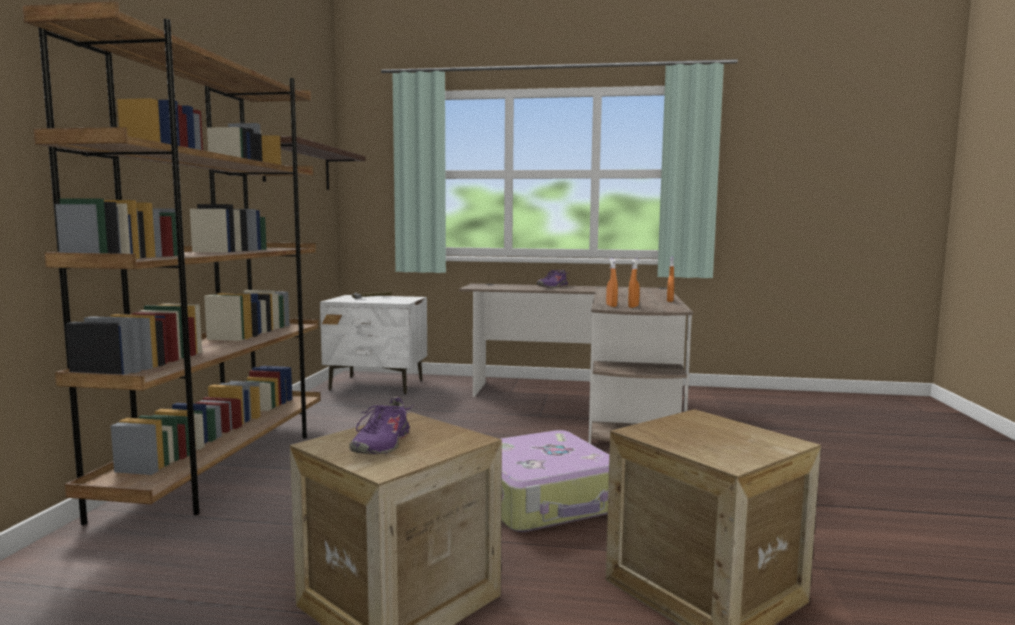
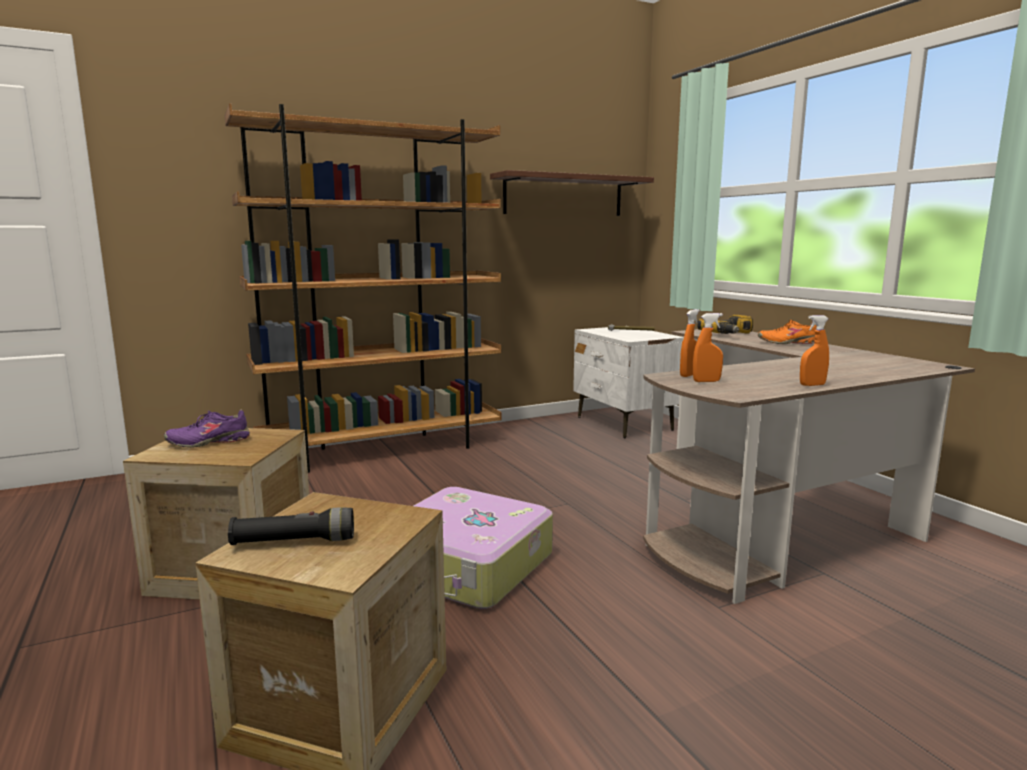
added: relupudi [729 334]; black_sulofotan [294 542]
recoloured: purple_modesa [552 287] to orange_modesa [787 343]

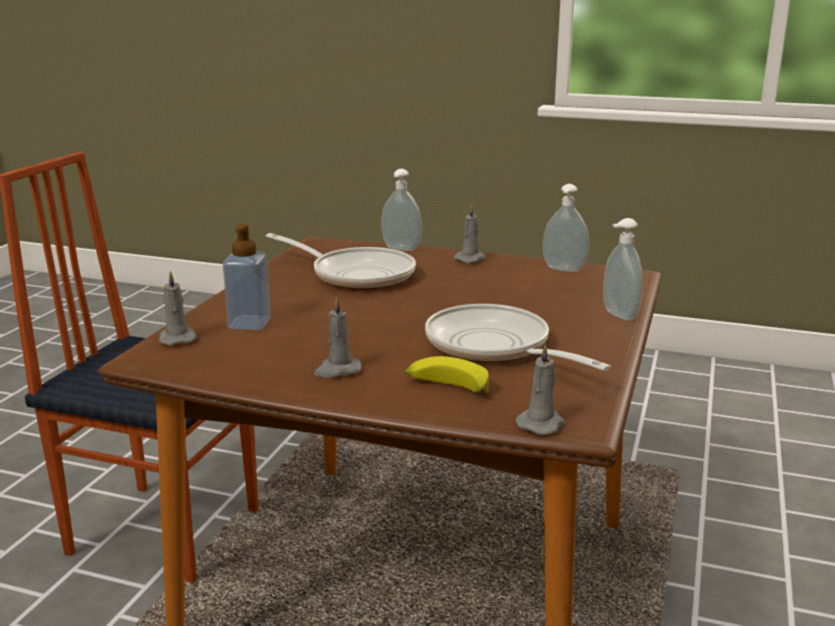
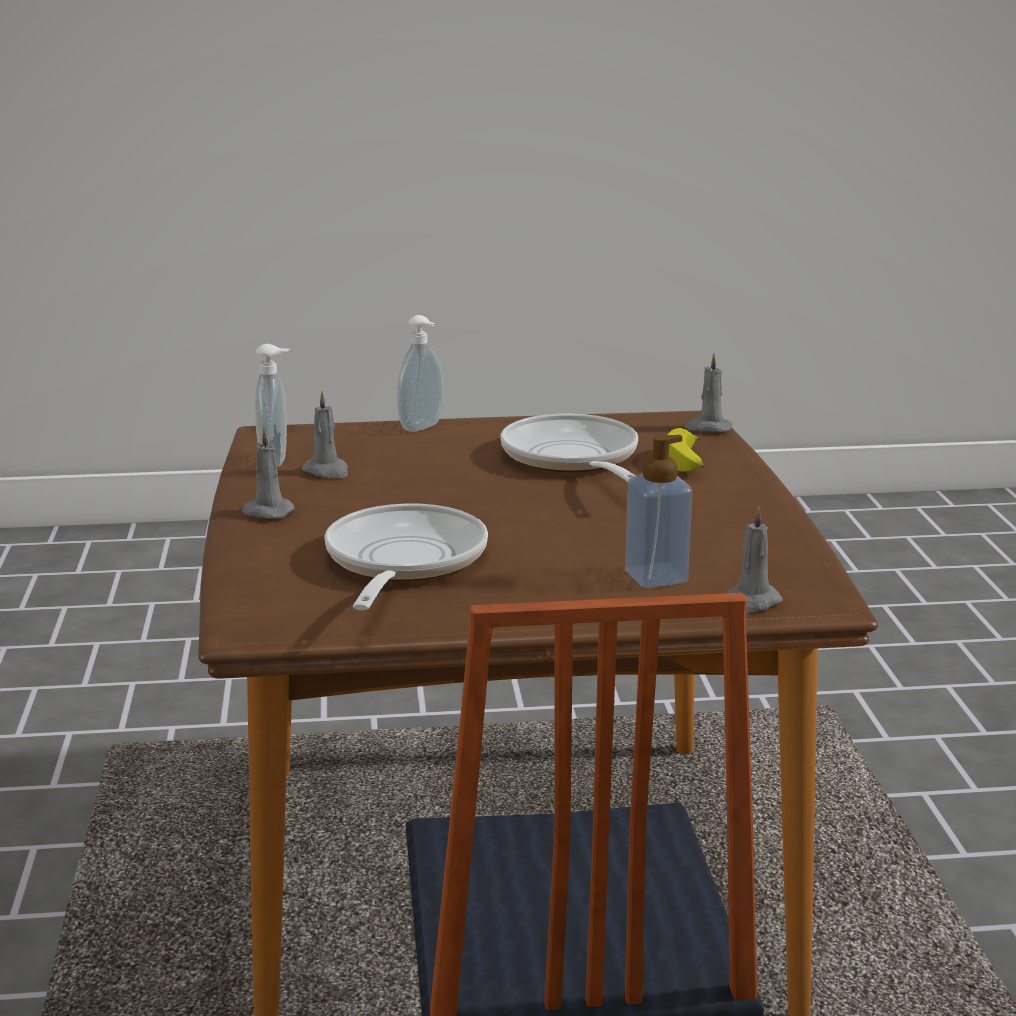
removed: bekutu [400 249]
moved: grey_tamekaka [337 370] to [327 471]
turned: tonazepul [494 347] = [573 460] 135 degrees clockwise

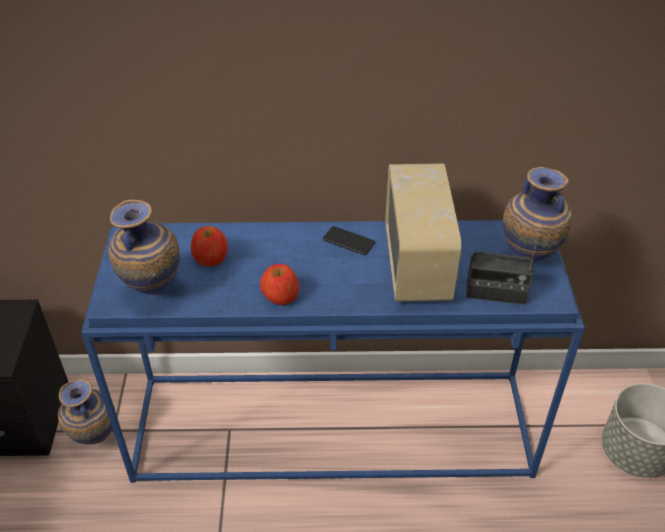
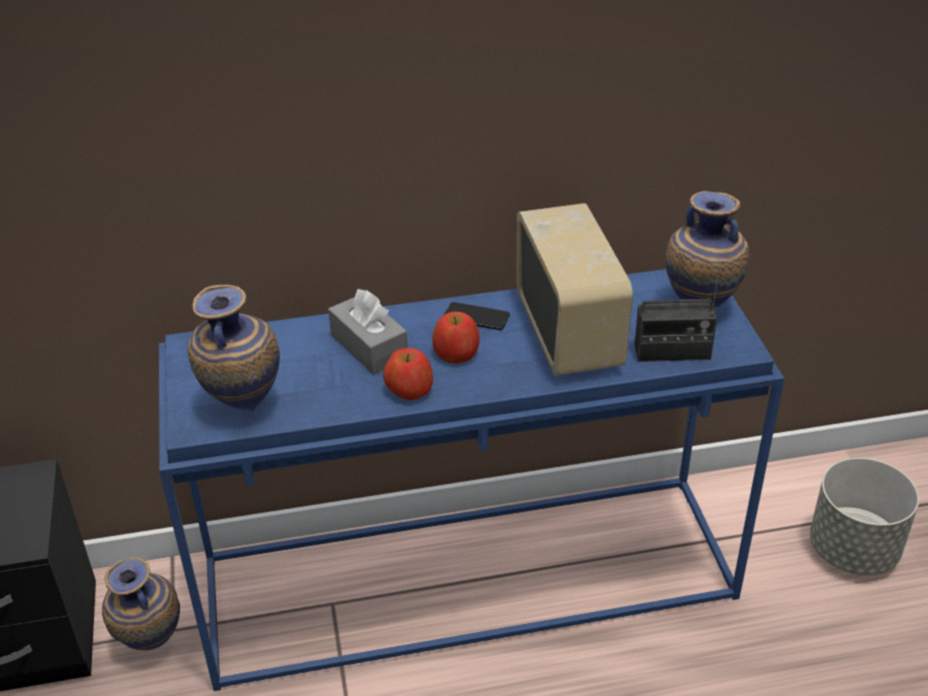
added: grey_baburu [369 346]
moved: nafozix [210 257] to [456 353]

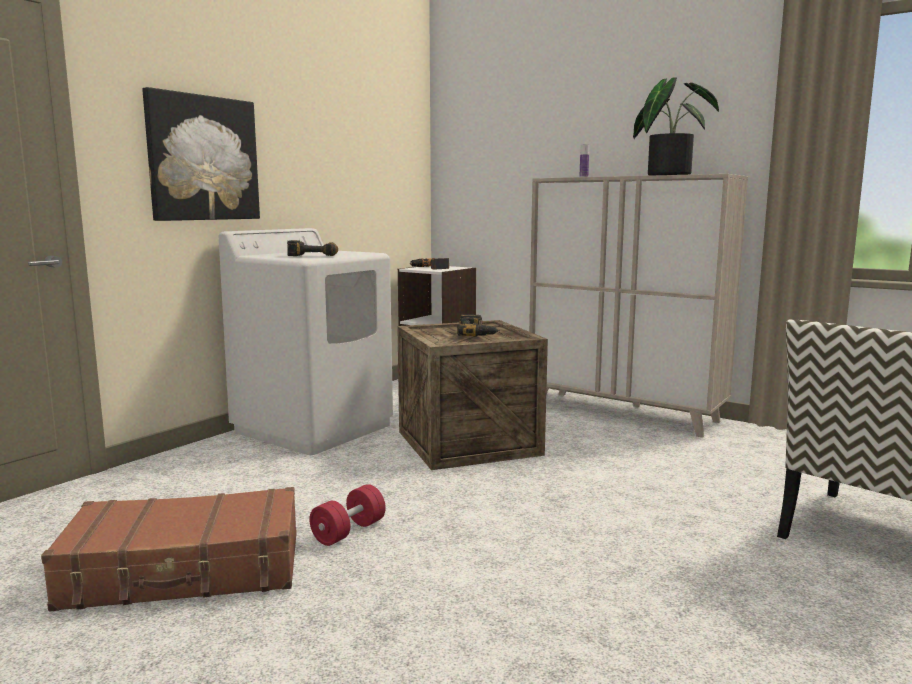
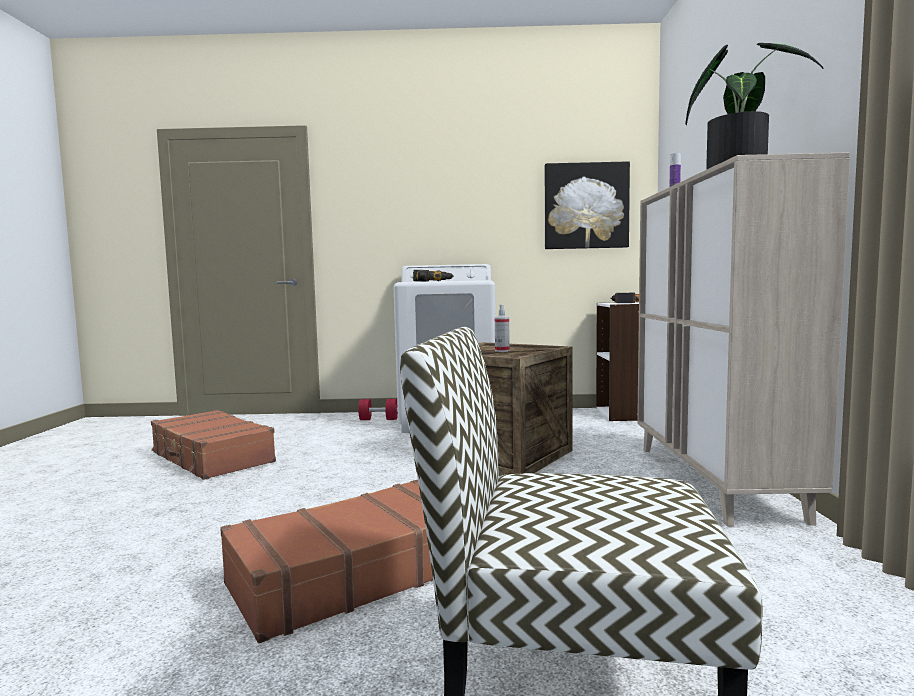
added: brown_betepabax [352 574]
moved: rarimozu [203 158] to [586 206]; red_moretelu [348 532] to [378 419]
replaced: relupudi [477 333] to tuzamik [502 351]

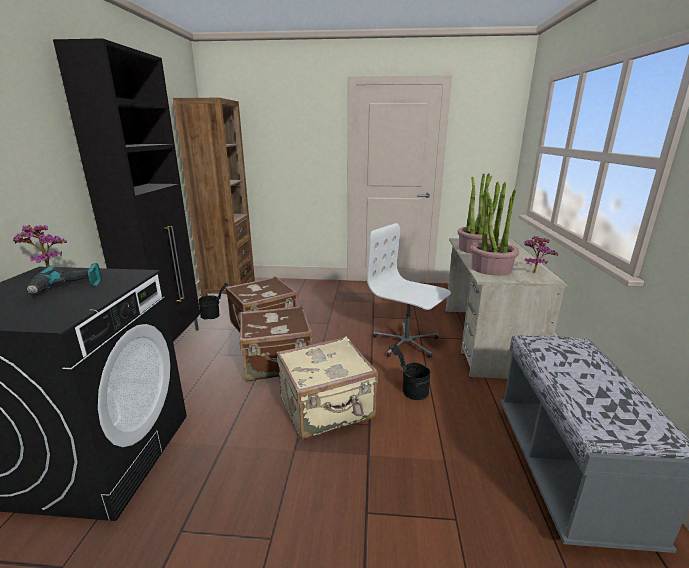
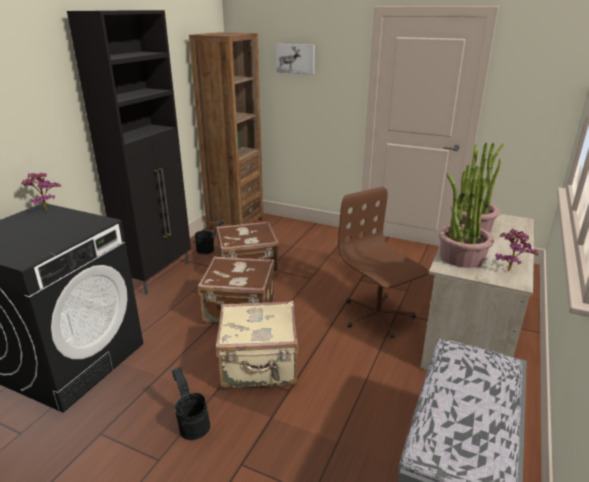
removed: relupudi [67 288]
added: rarimozu [296 58]
moved: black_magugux [410 390] to [192 424]
recoloured: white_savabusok [406 343] to brown_savabusok [377 316]

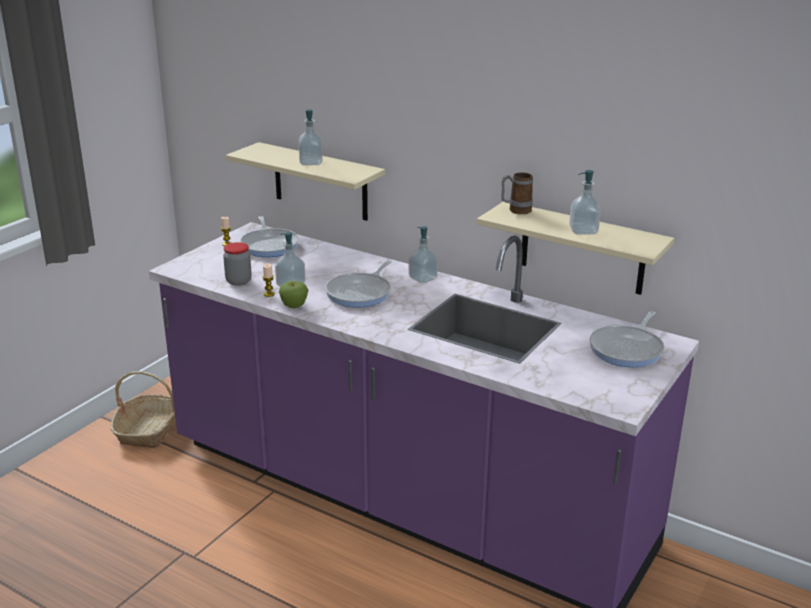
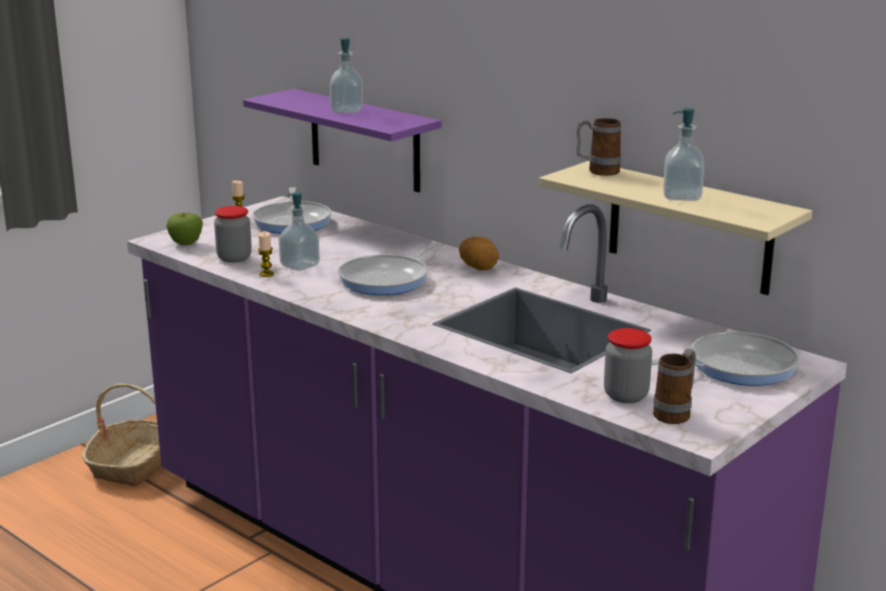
added: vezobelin [626 395]; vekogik [675 413]
moved: nafozix [294 306] to [186 244]
replaced: bekutu [422 278] to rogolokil [479 268]
recoloured: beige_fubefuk [320 182] to purple_fubefuk [364 140]
turned: tonazepul [628 349] = [735 366] 150 degrees counterclockwise

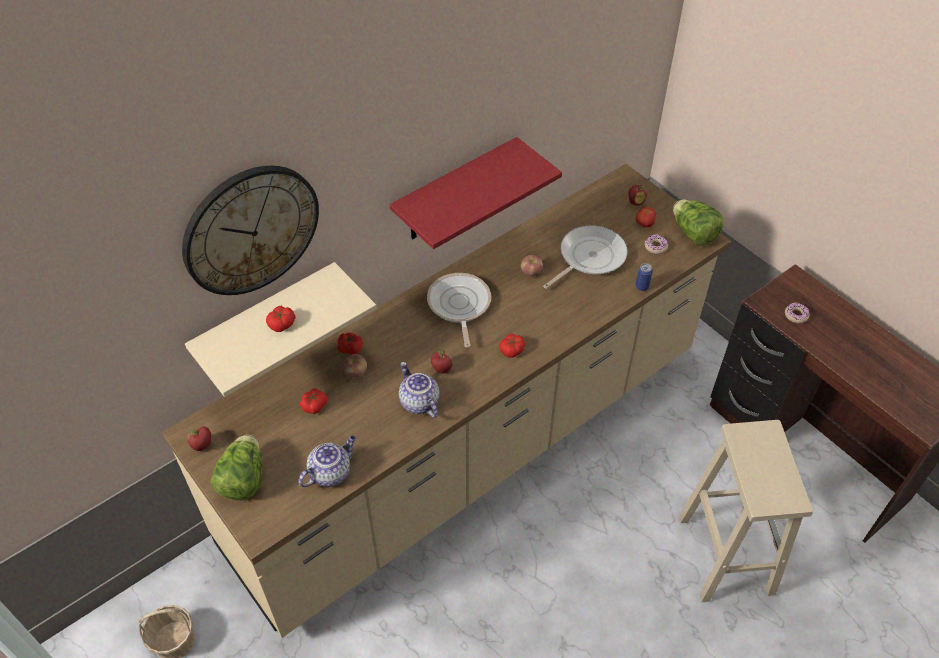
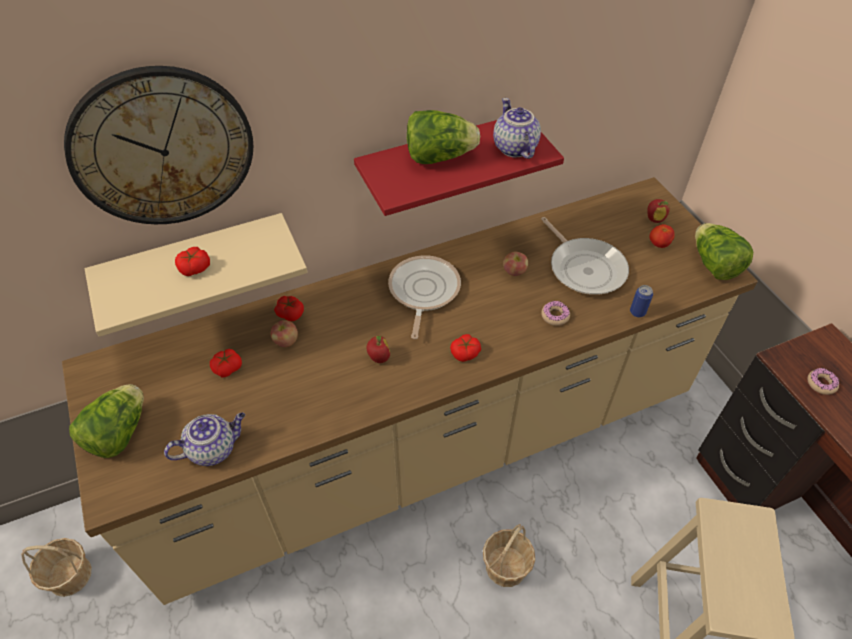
removed: nafozix [202 446]
added: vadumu [439 157]; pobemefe [506 566]
moved: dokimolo [655 247] to [555 316]; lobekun [418 402] to [513 148]
turned: tonazepul [589 257] = [584 268] 90 degrees clockwise

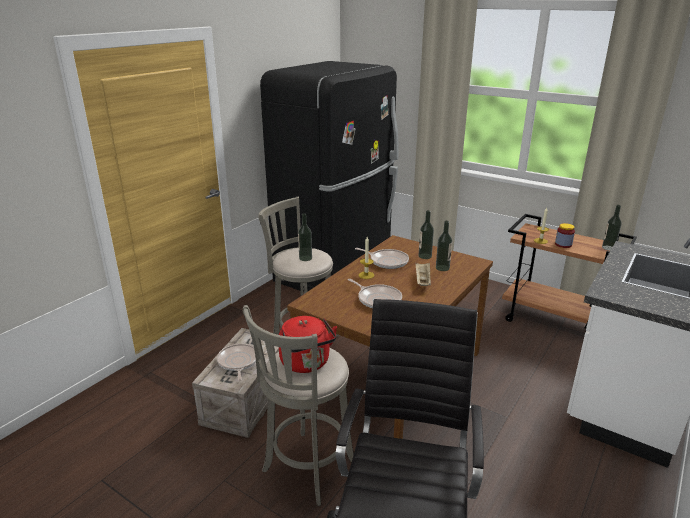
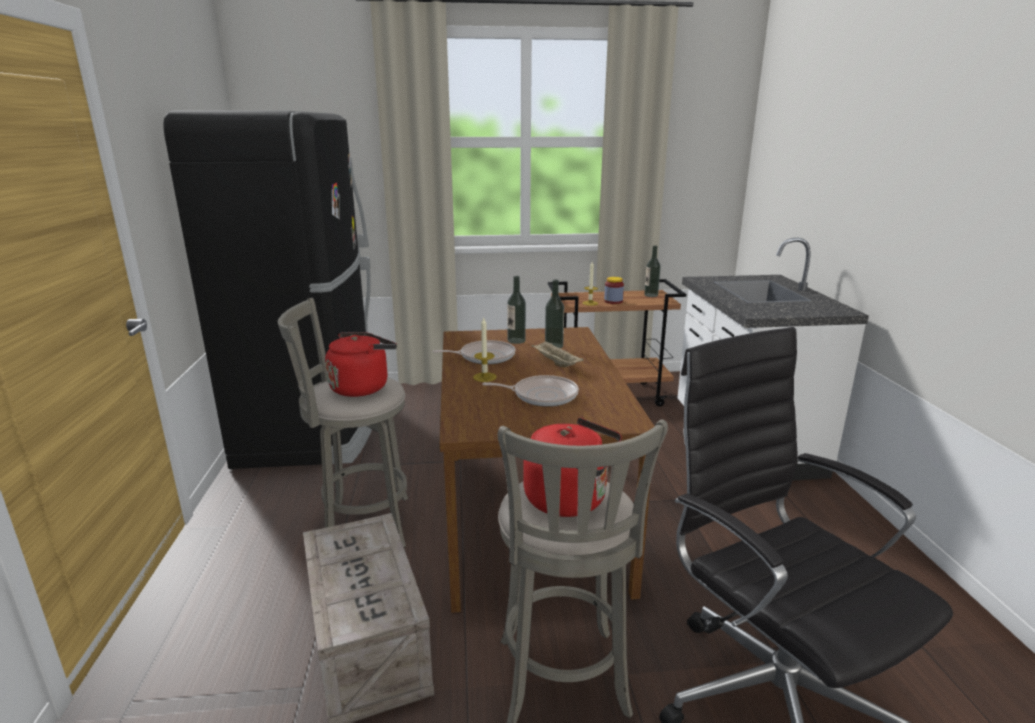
removed: tonazepul [238 362]
replaced: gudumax [305 258] to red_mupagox [362 387]

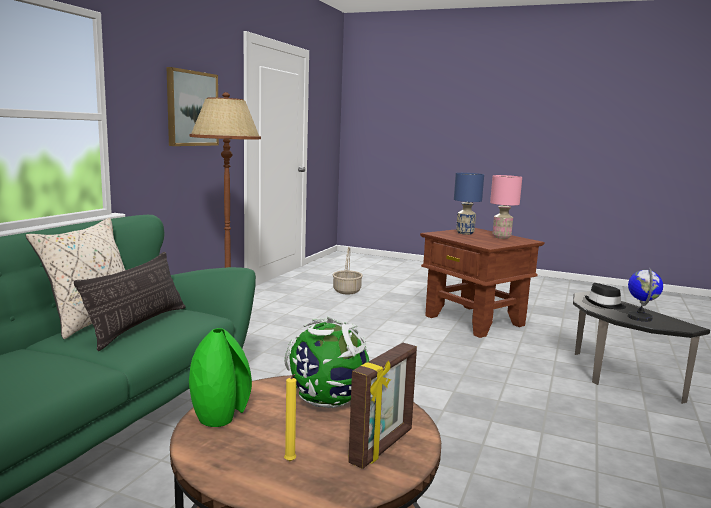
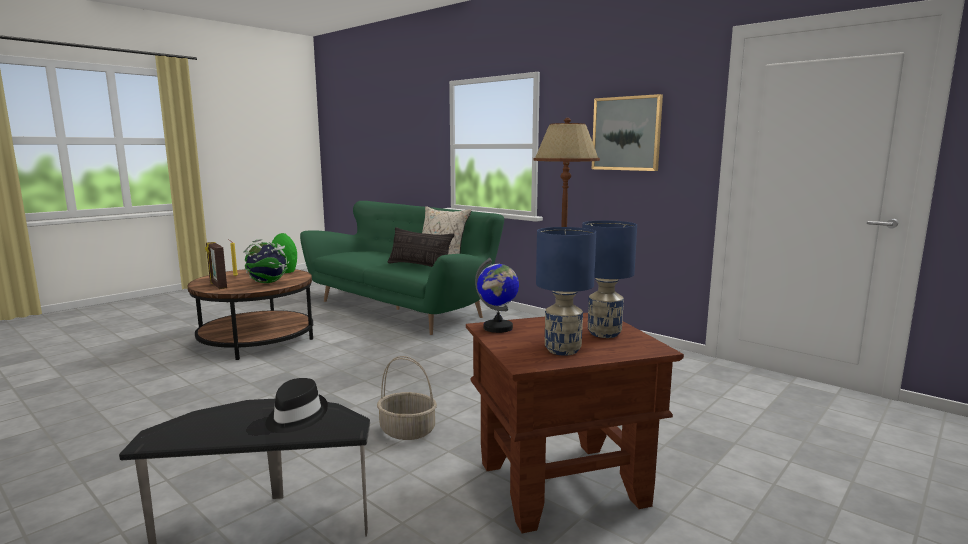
moved: pobemefe [346 291] to [408 431]; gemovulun [640 318] to [498 328]
recoloured: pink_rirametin [501 237] to blue_rirametin [562 350]

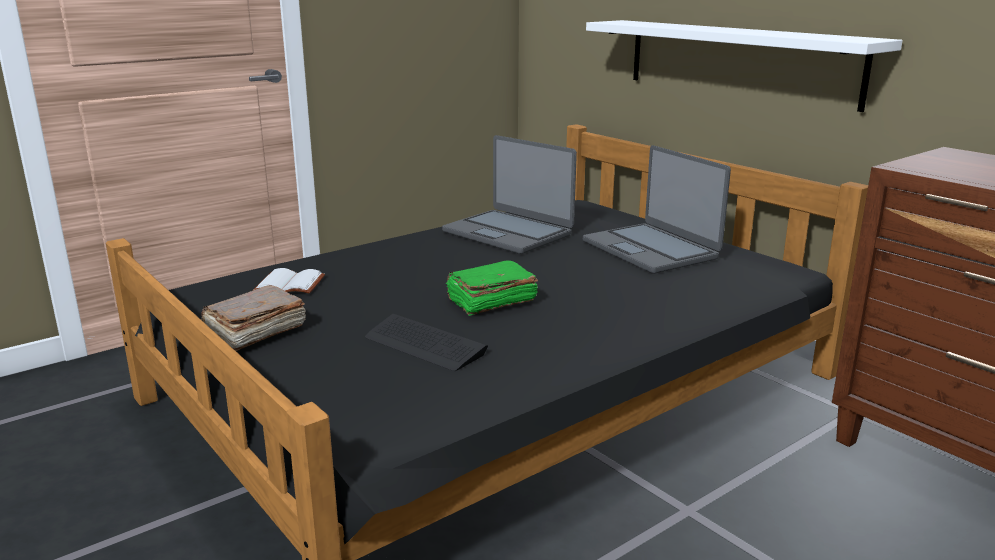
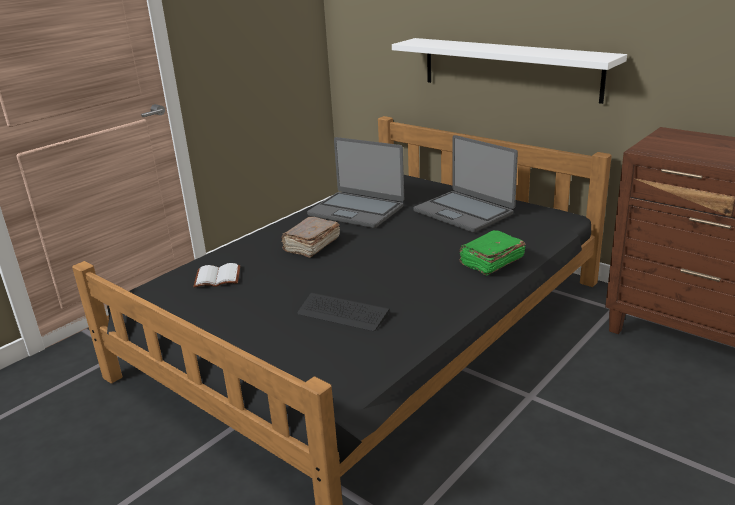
moved: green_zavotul [490 301] to [490 262]; brown_zavotul [254 333] to [311 246]

